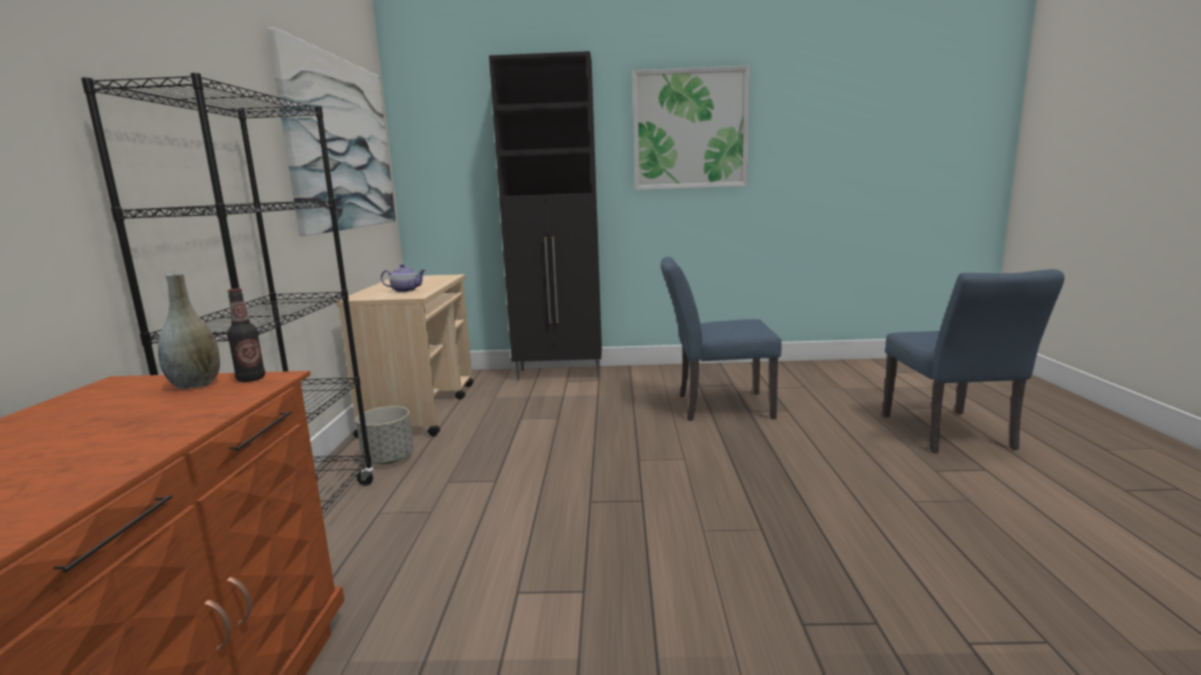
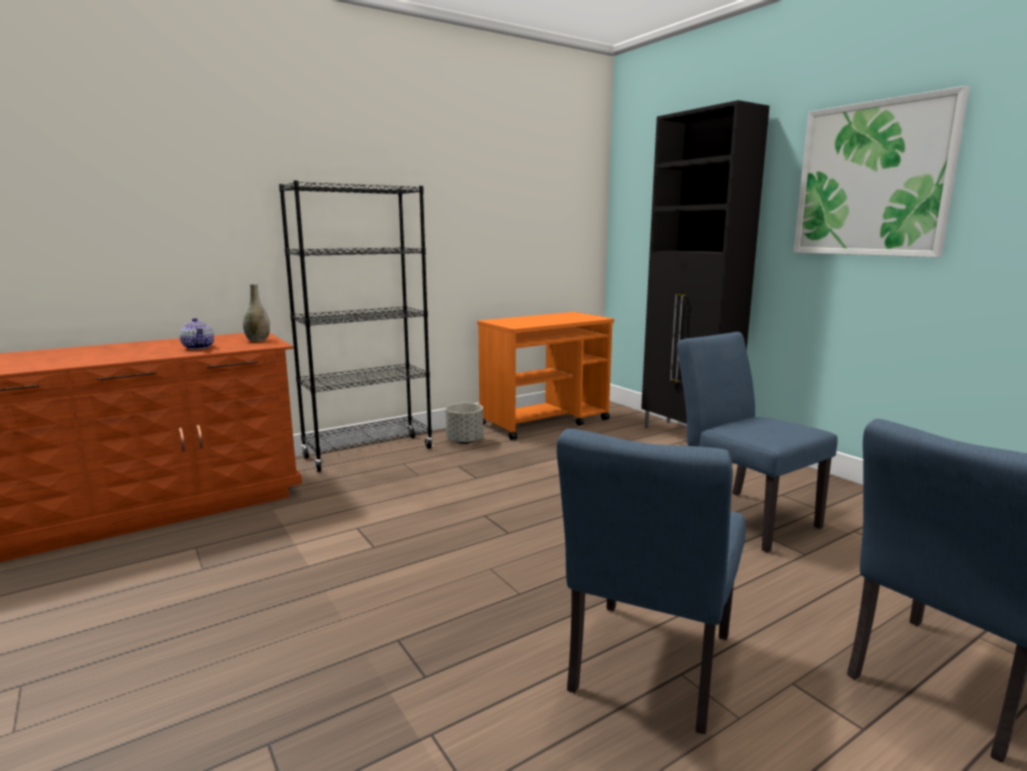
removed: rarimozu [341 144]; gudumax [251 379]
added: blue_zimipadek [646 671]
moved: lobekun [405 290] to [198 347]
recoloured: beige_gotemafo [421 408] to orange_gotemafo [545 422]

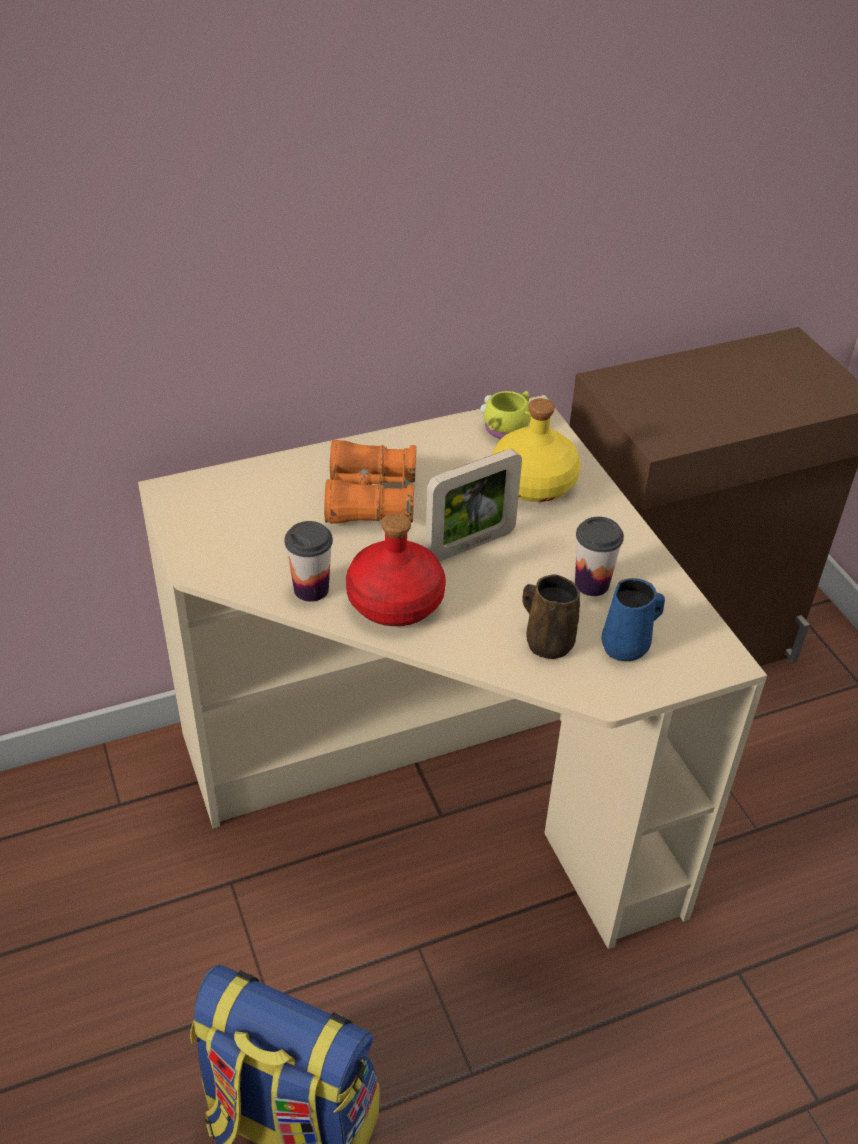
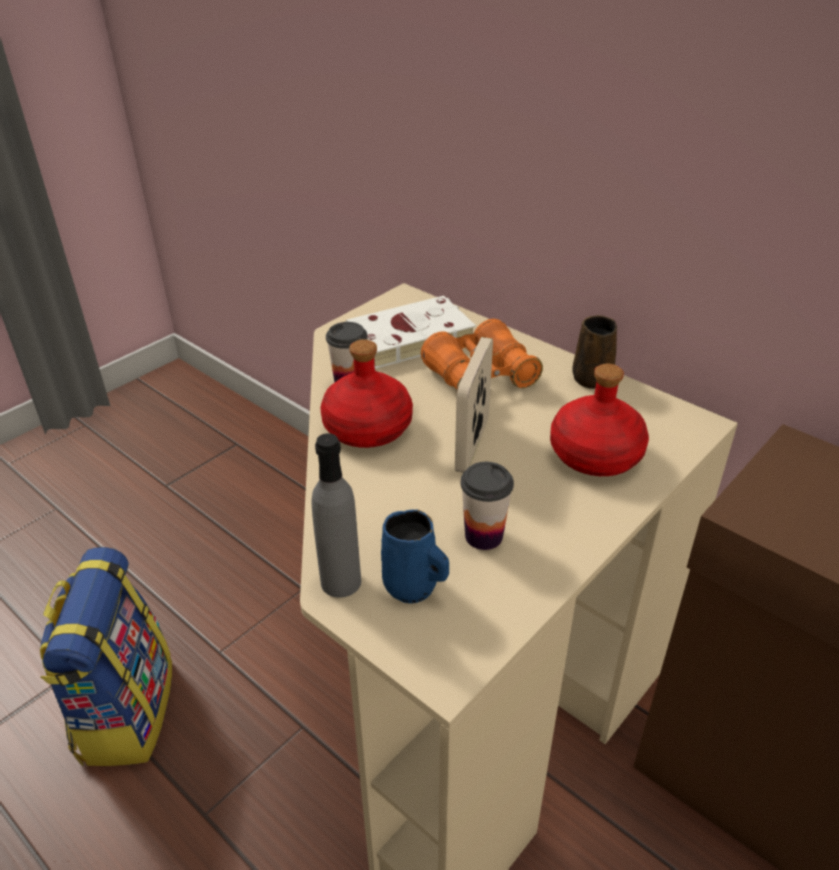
removed: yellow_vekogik [509 430]
added: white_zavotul [407 340]; grey_gudumax [341 581]
moved: brown_vekogik [547 642] to [592 377]
recoloured: yellow_gudumax [532 482] to red_gudumax [594 454]
turned: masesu [470 544] = [472 445] 75 degrees clockwise

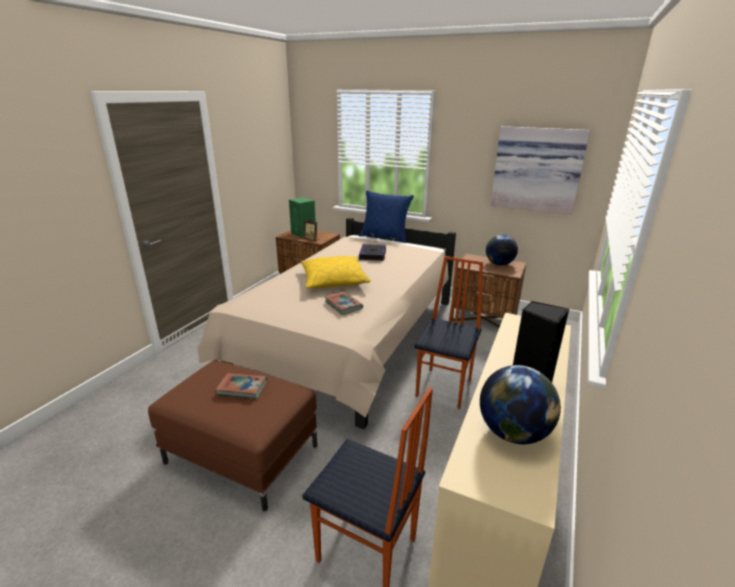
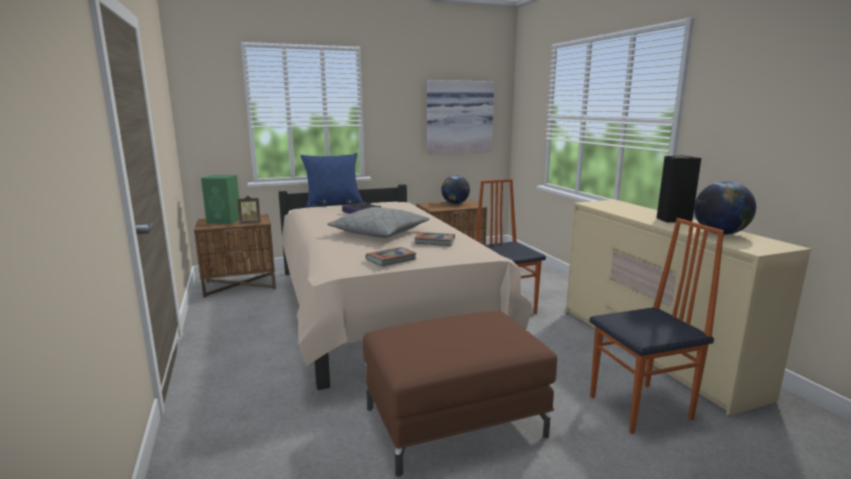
moved: zavotul [242 388] to [391 259]
recoloured: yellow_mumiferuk [334 280] to grey_mumiferuk [379 232]

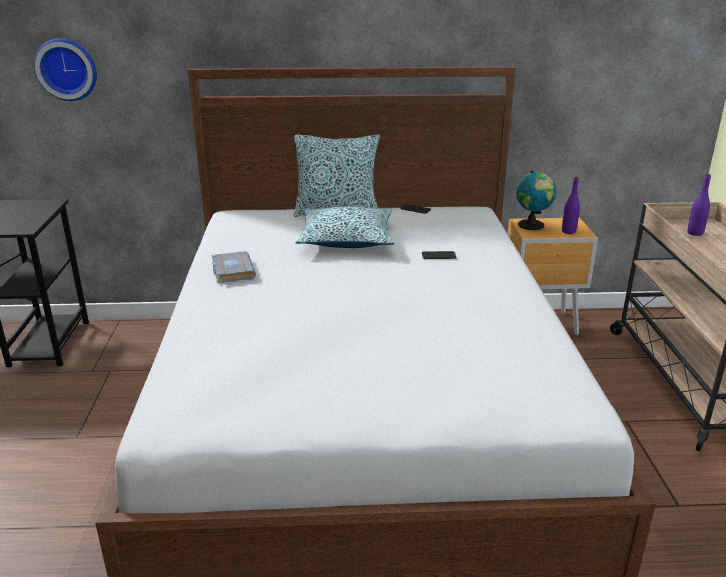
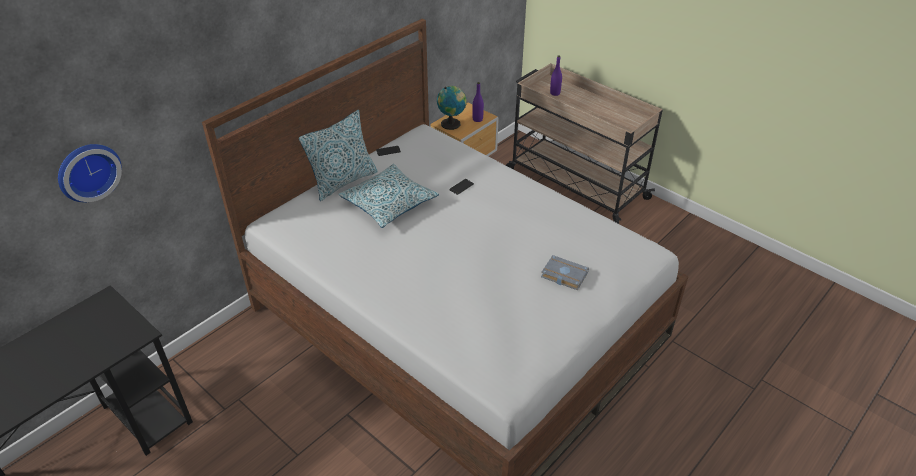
moved: grey_zavotul [231 271] to [563 275]

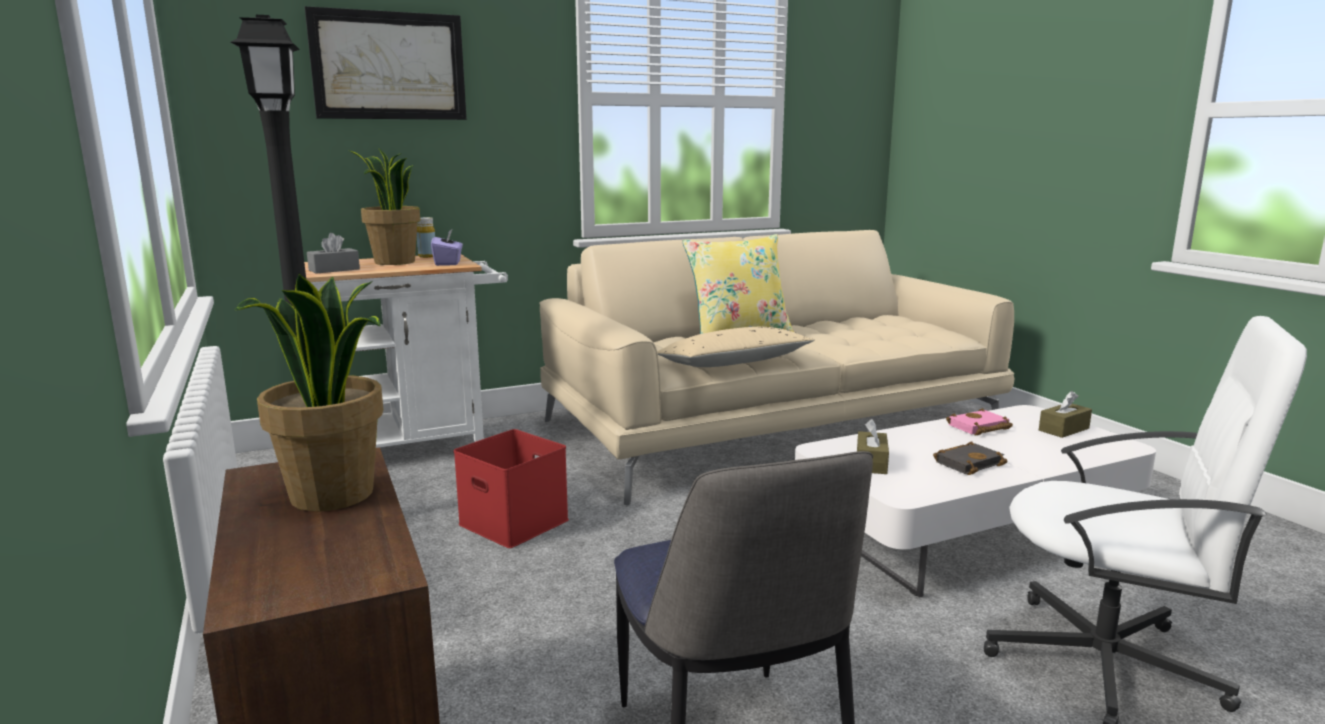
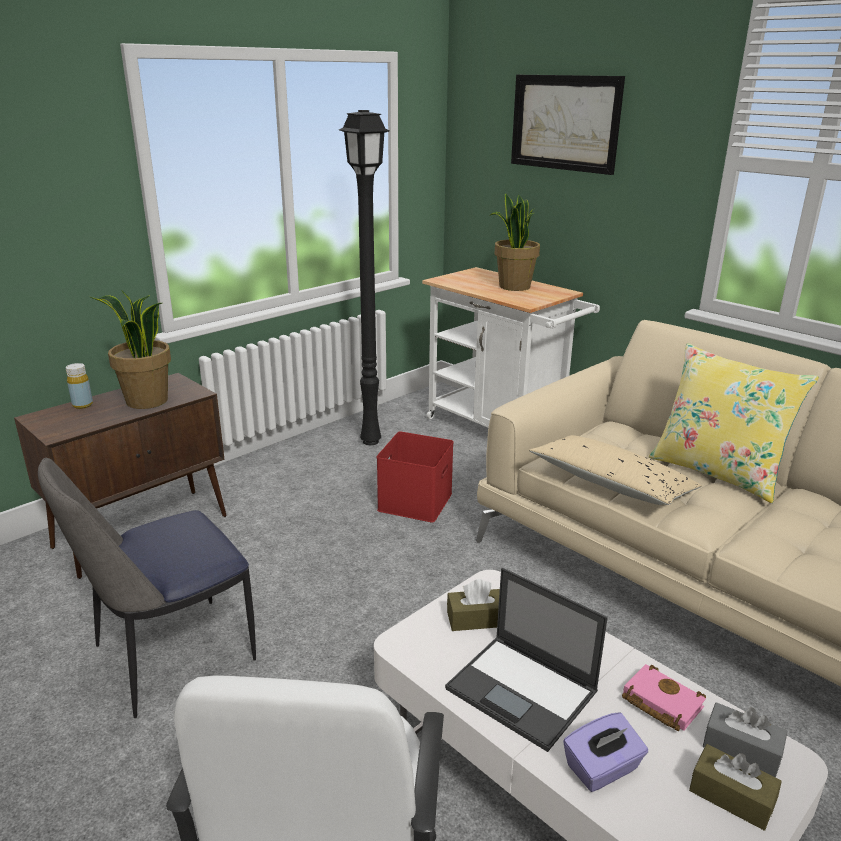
moved: yellow_gudumax [427 256] to [82 405]; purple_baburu [448 263] to [602 769]; grey_baburu [334 270] to [741 749]
replaced: black_zavotul [968 462] to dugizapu [523 691]

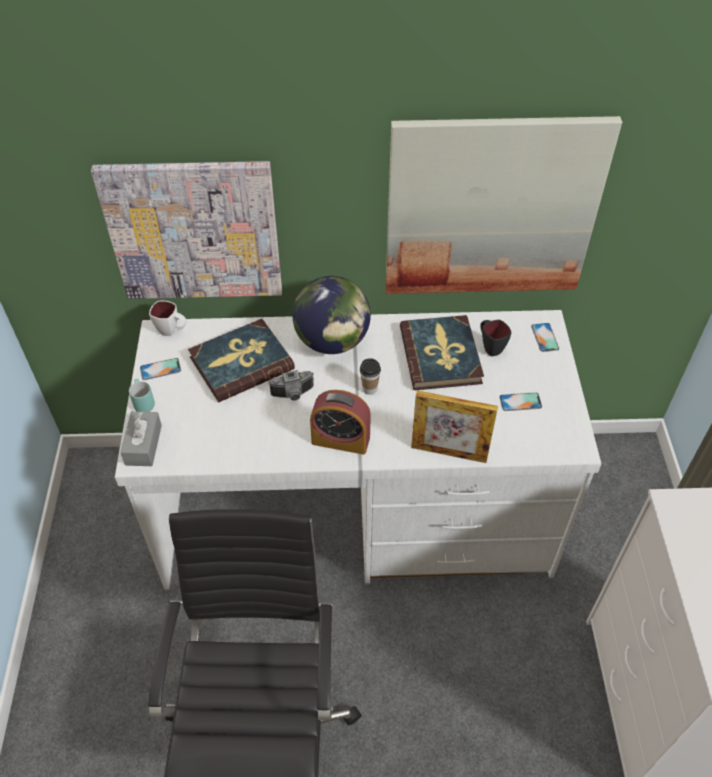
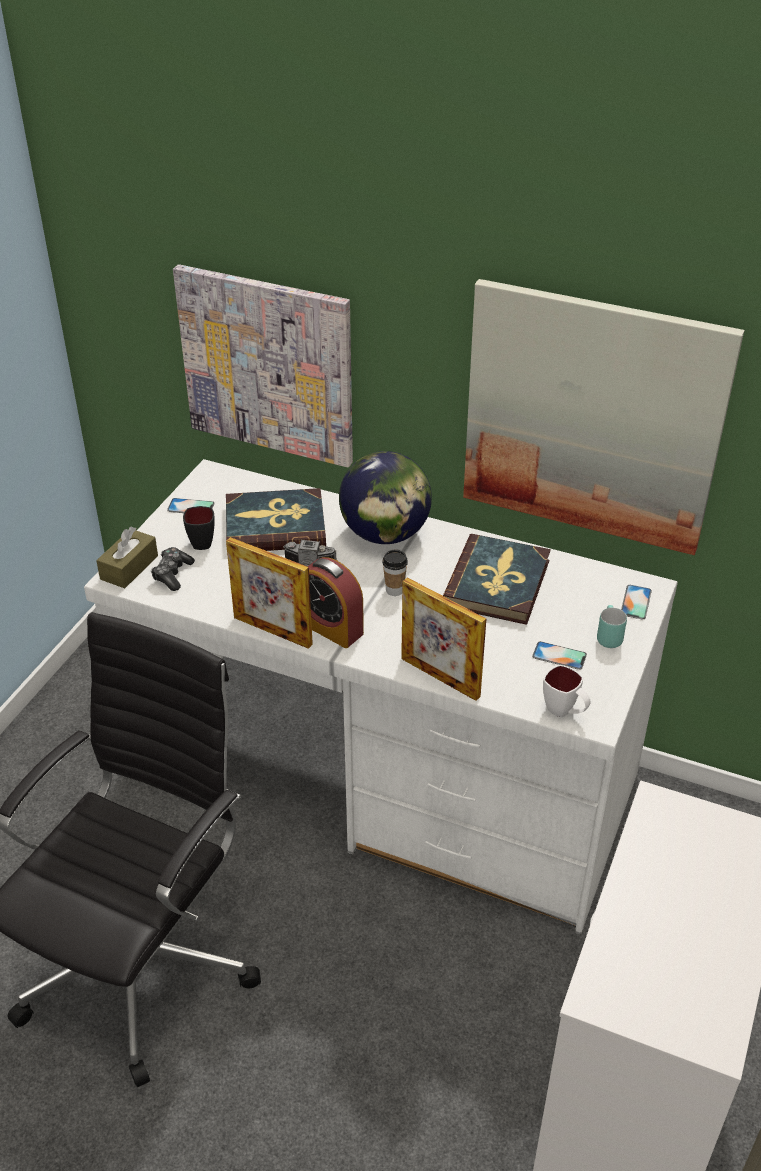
added: masesu [272 631]; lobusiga [172 574]
moved: white_vekogik [172 331] to [565 712]; black_vekogik [490 347] to [202 540]; turquoise_vekogik [142 403] to [607 636]
recoloured: grey_baburu [143 445] to brown_baburu [129 567]

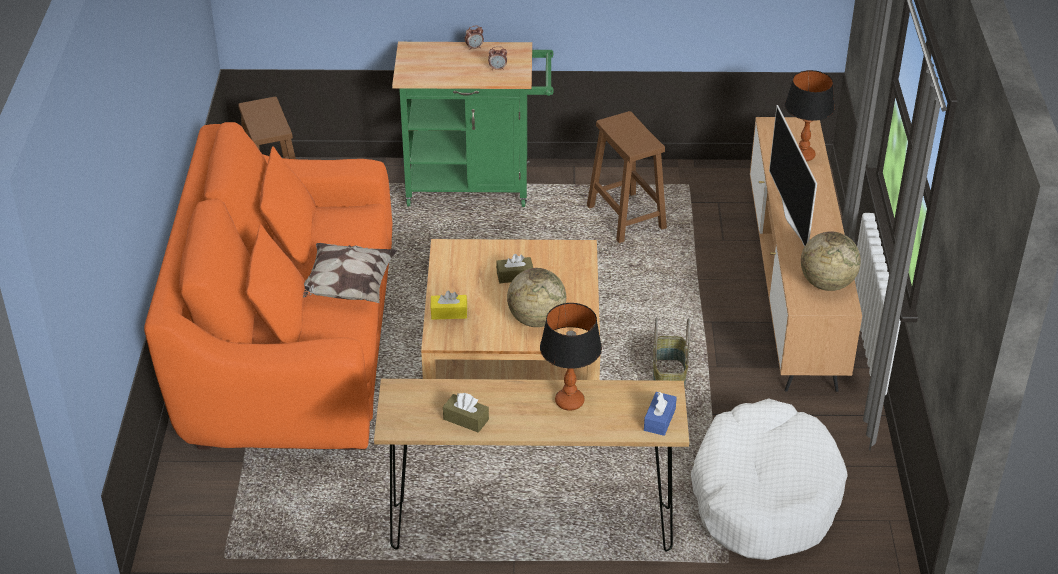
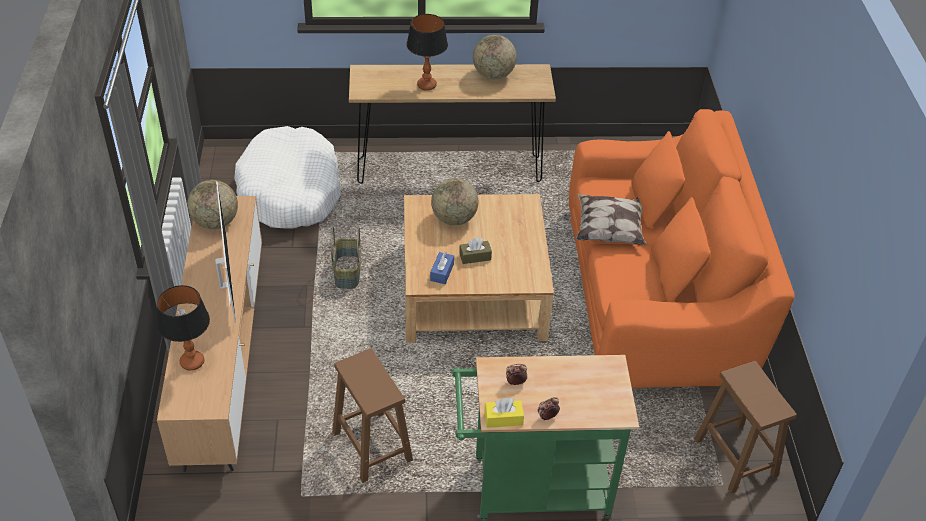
moved: yellow_baburu [449 313] to [503 418]; blue_baburu [659 420] to [442 272]
replaced: brown_baburu [466 419] to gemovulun [493 75]

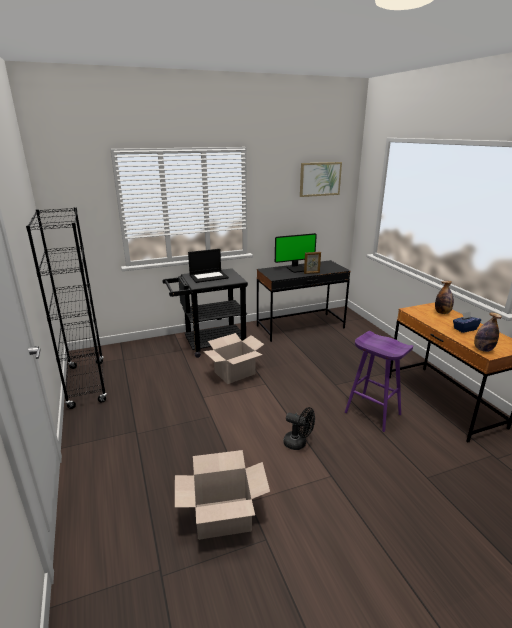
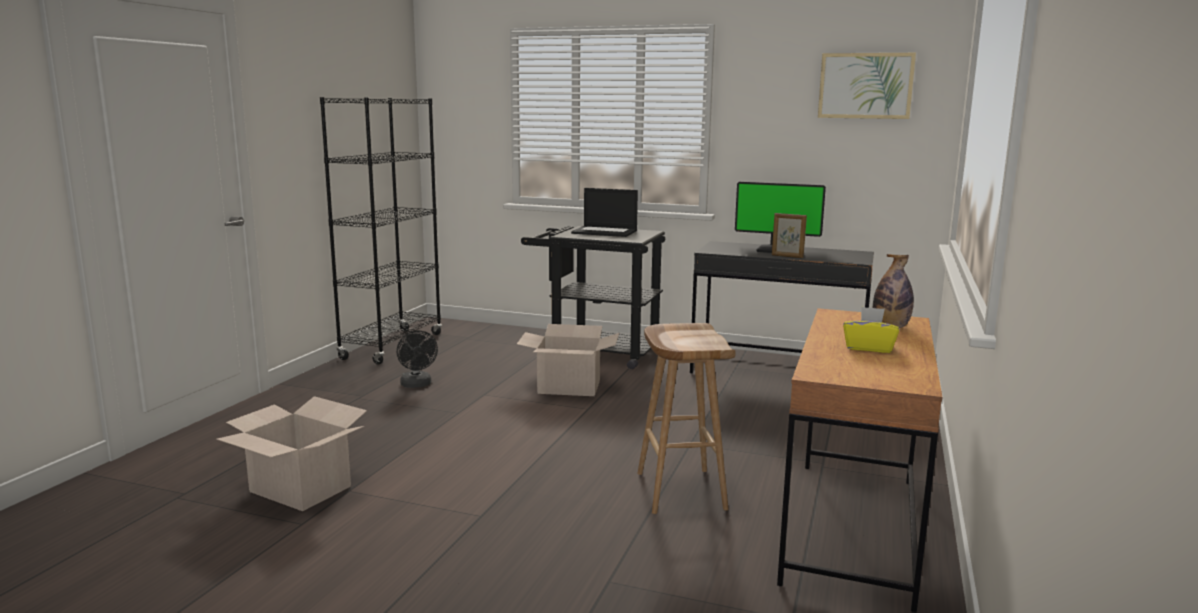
removed: gudumax [483 349]
moved: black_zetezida [298 443] to [417 385]
recoloured: blue_baburu [464 329] to yellow_baburu [868 348]; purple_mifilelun [371 413] to brown_mifilelun [679 490]

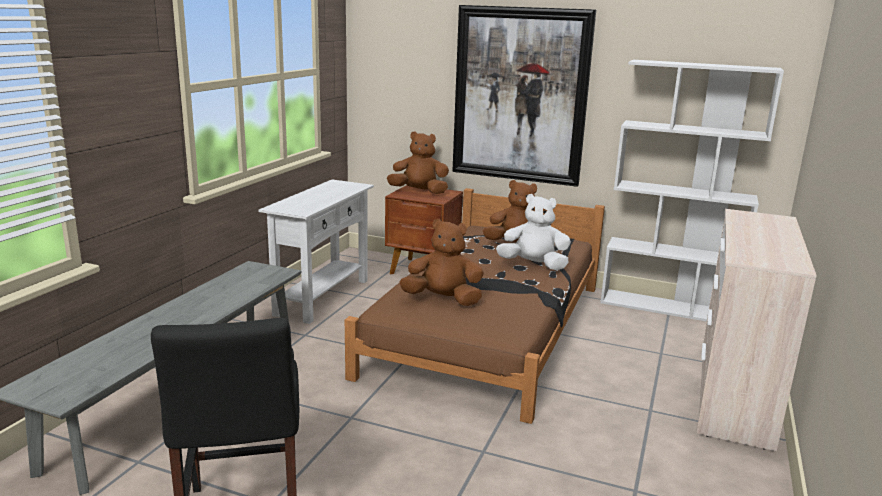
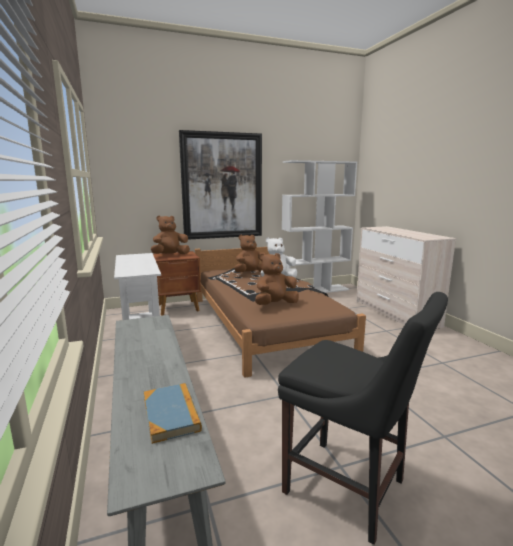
added: zavotul [171 414]

